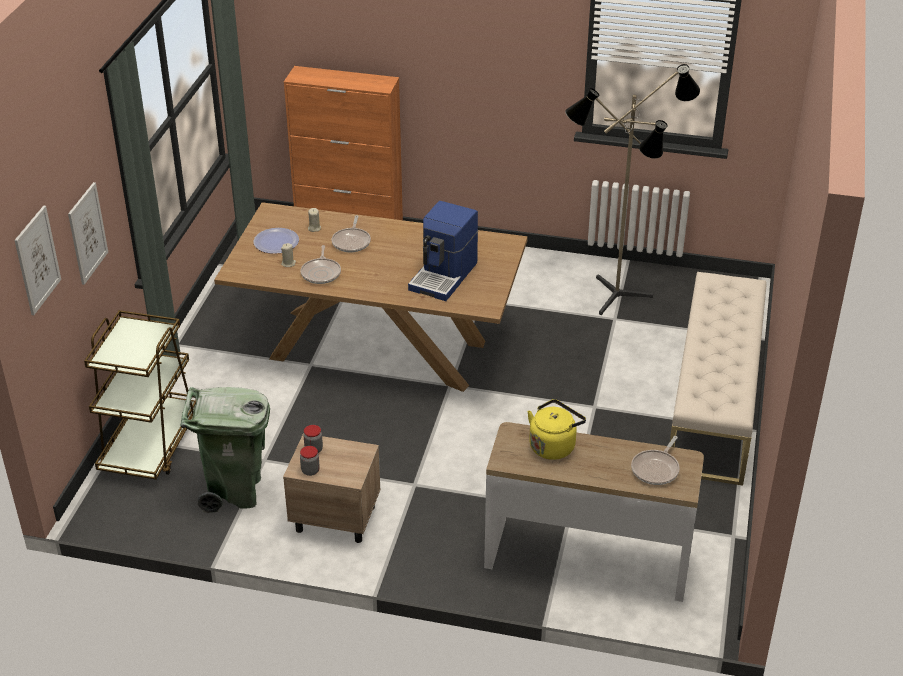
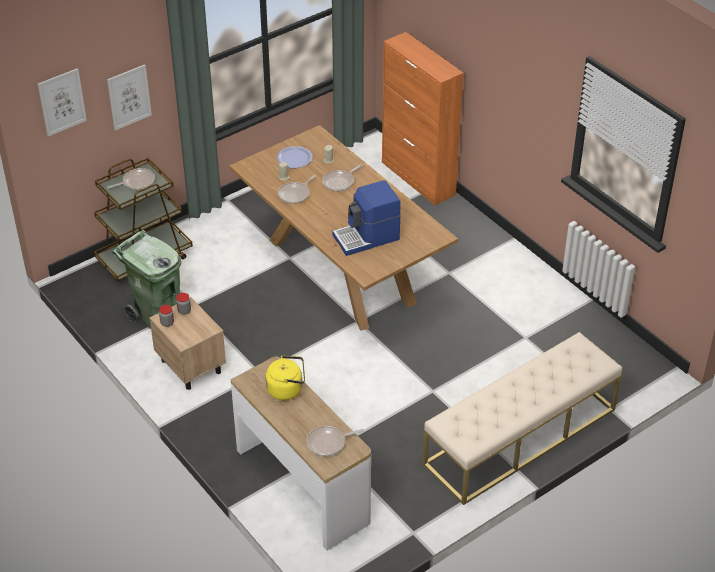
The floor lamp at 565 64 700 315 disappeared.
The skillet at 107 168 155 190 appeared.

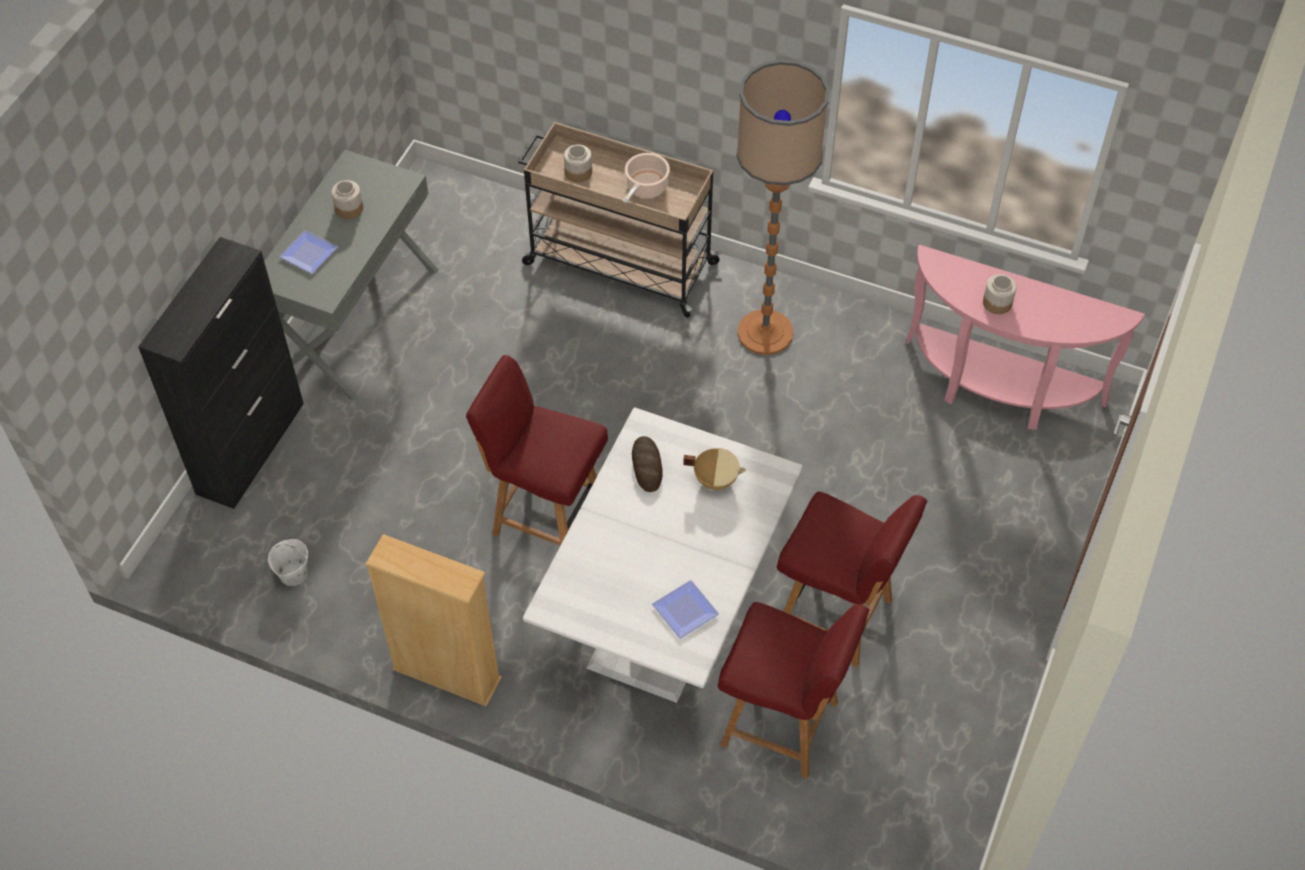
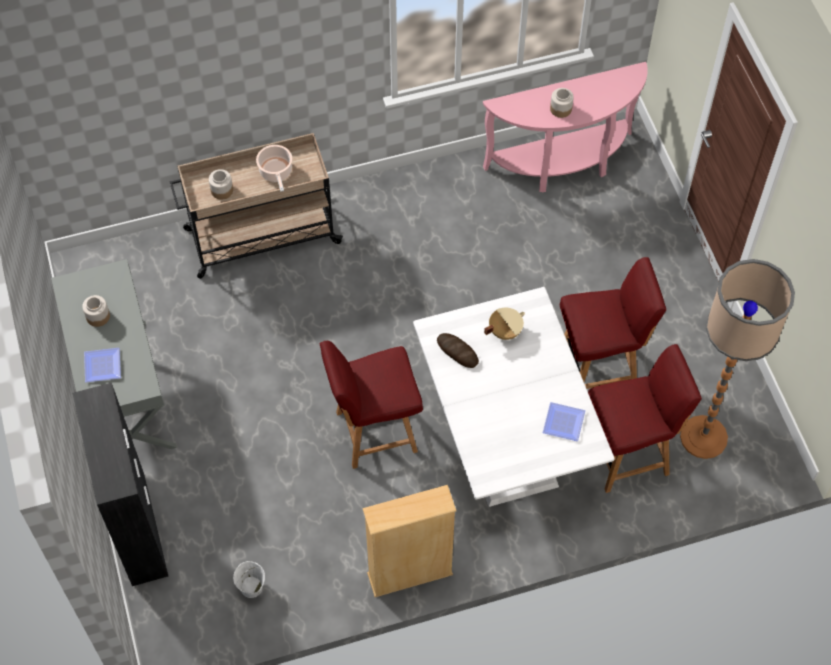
The floor lamp moved from 736 60 830 355 to 680 259 795 459.

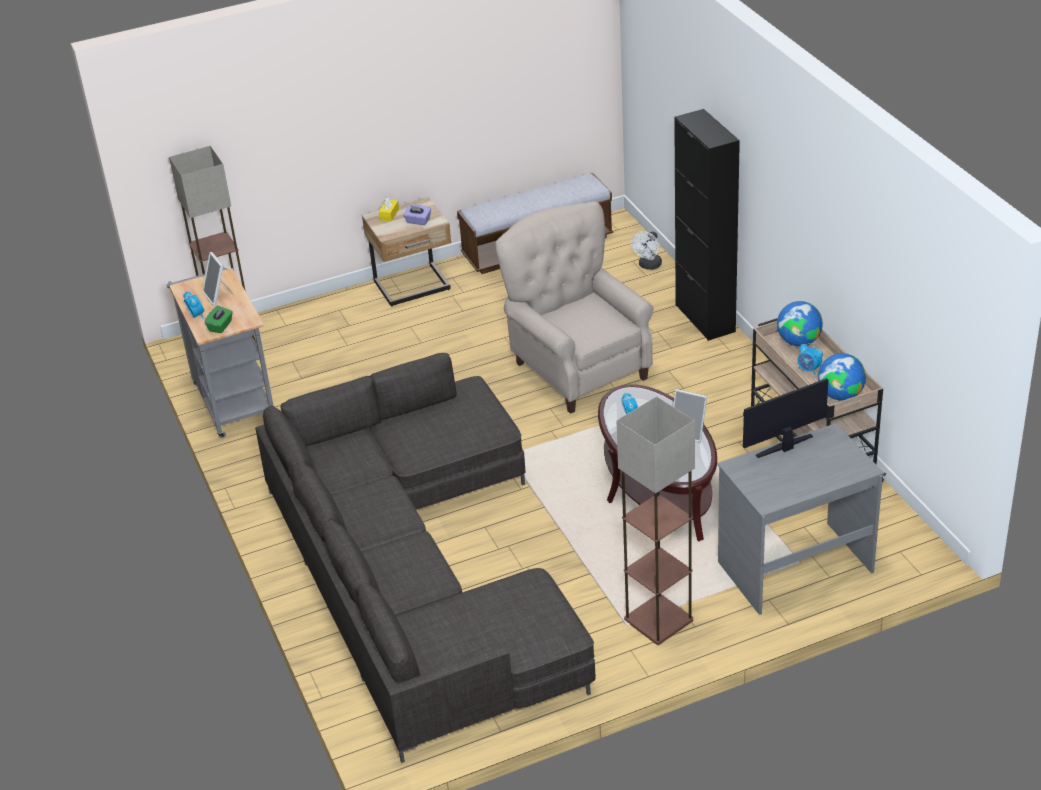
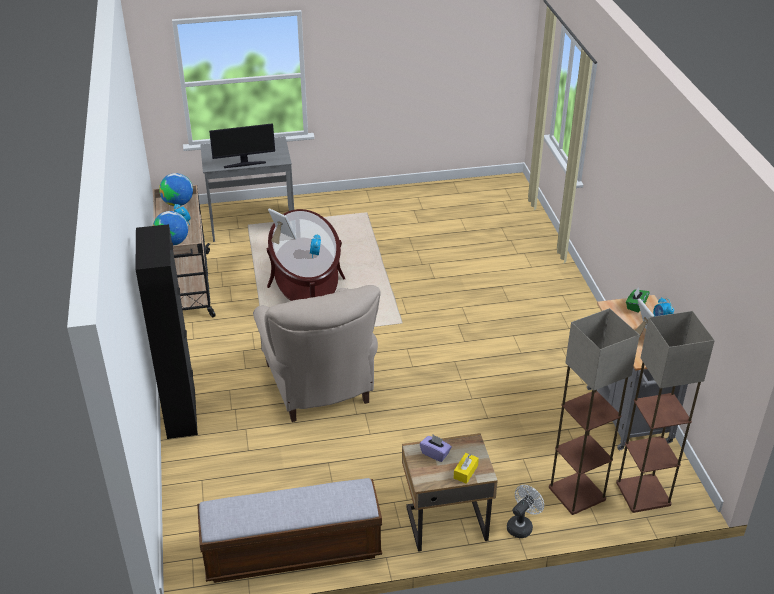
The white fan moved from 631 231 662 270 to 507 485 544 538.
The gray sofa at 255 353 596 763 disappeared.
The floor lamp moved from 617 396 695 645 to 549 308 640 515.

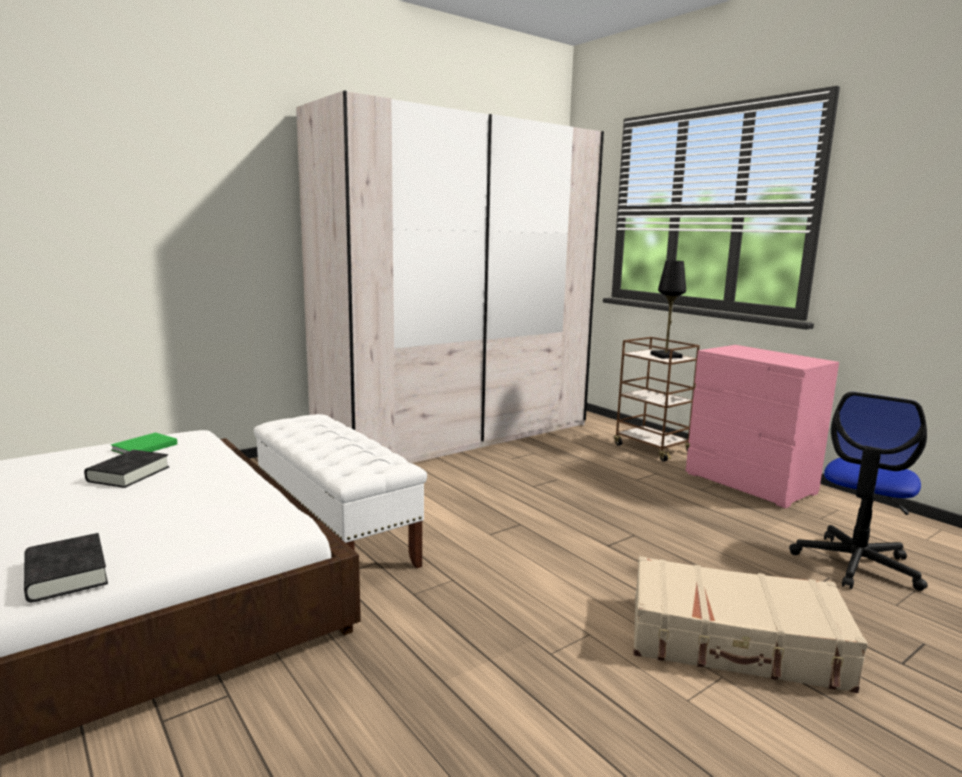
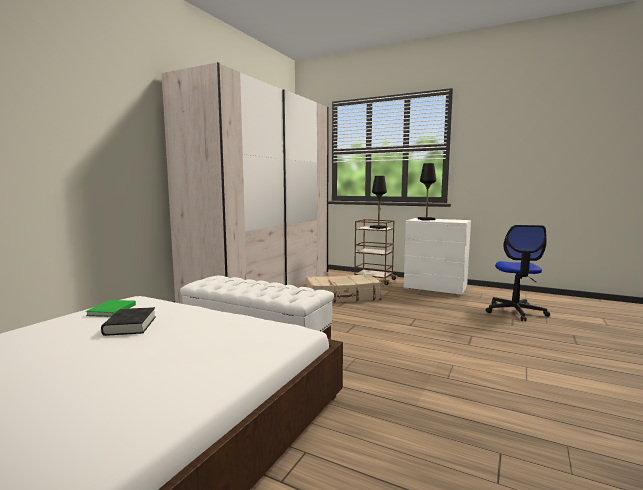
The pink-coloured dresser at 686 345 839 509 became the white dresser at 404 218 471 296.
The blackish bound book at 24 533 108 603 disappeared.
The beige piece of luggage moved from 633 556 868 693 to 306 274 382 303.
The blackish lamp for a table at 418 163 436 220 appeared.

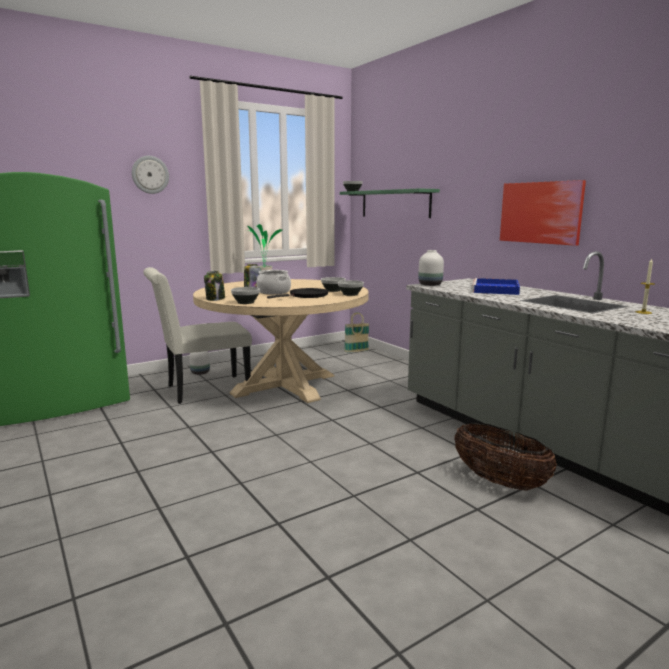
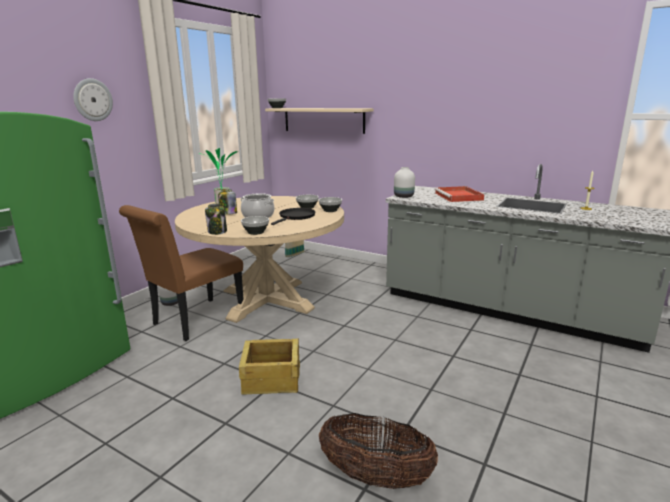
The wall art at 500 180 586 246 disappeared.
The green shelf at 340 188 440 218 became the beige shelf at 265 108 374 134.
The white plain chair at 143 267 252 404 became the brown-coloured plain chair at 119 205 243 341.
The bluish carrying tray at 472 278 520 295 became the red-coloured carrying tray at 434 186 485 202.
The storage basket moved from 454 423 557 491 to 319 413 438 489.
The shipping crate at 239 338 300 395 appeared.

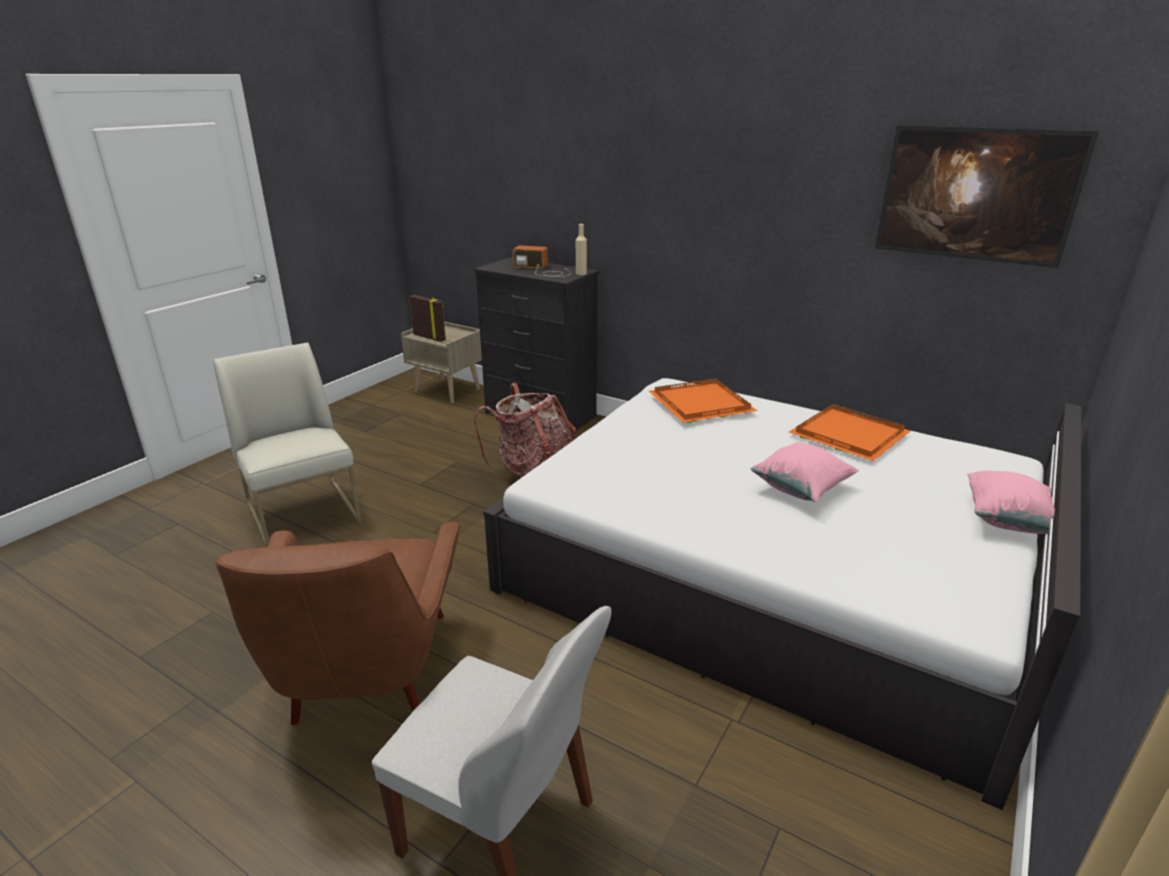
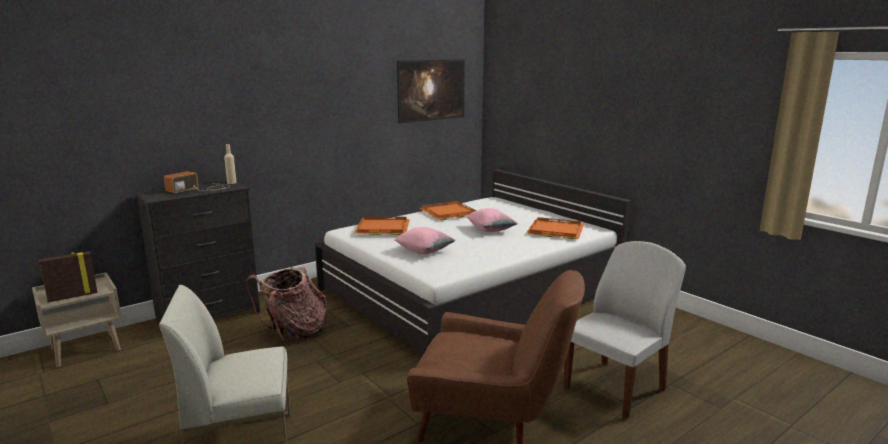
The pink-coloured throw pillow moved from 967 471 1055 534 to 394 227 456 254.
The orangey carrying tray at 526 217 584 239 appeared.

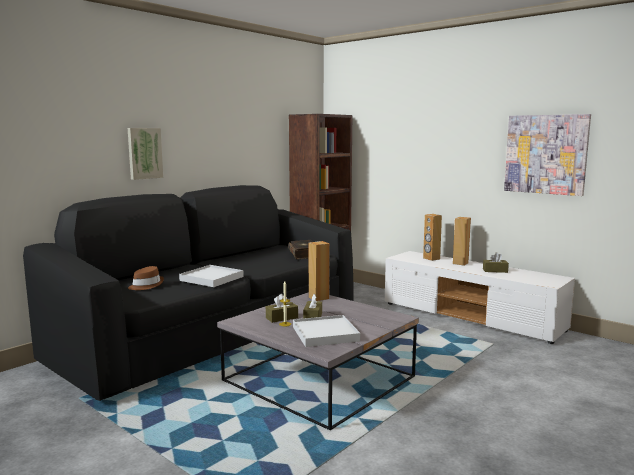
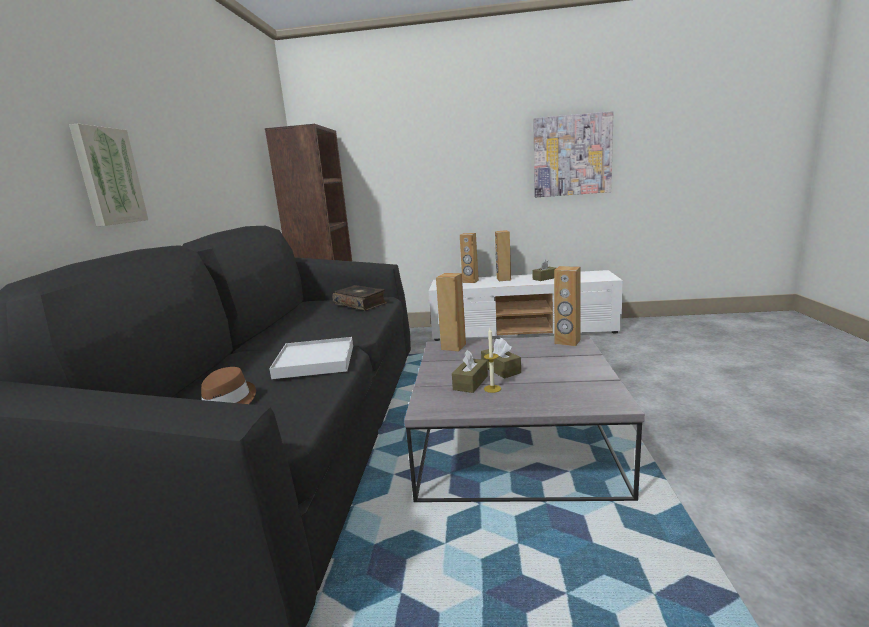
The white carrying tray at 293 315 360 347 disappeared.
The brown-coloured audio speaker at 554 266 580 346 appeared.

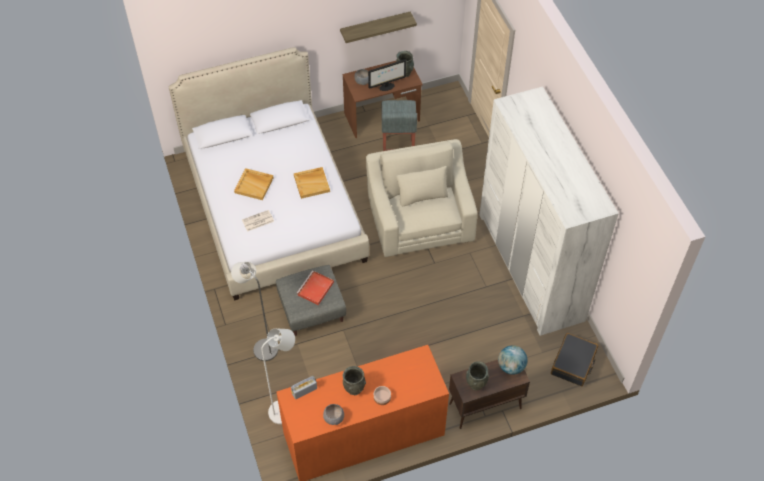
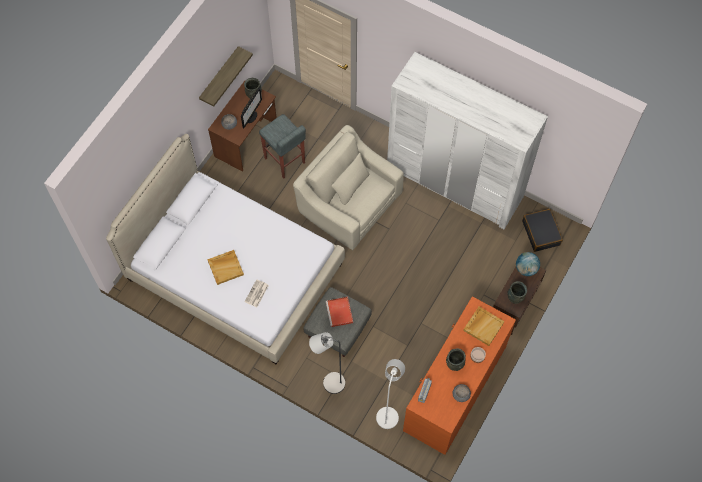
The beige carrying tray moved from 294 167 330 199 to 463 306 504 346.

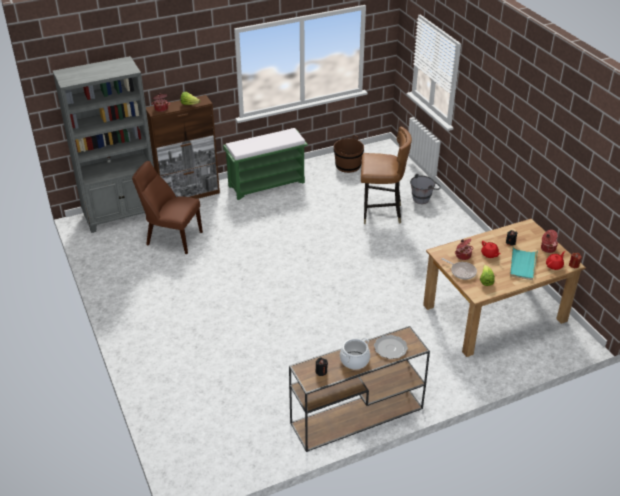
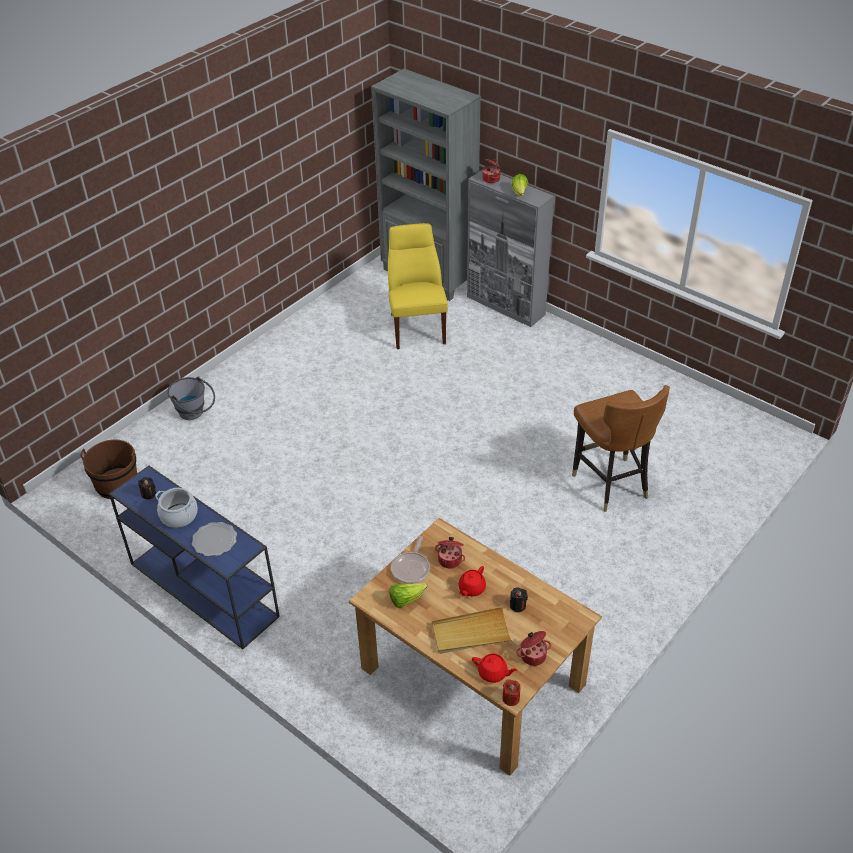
The brown-coloured storage cabinet at 146 95 220 199 became the gray storage cabinet at 467 170 554 327.
The green bench at 223 128 308 200 disappeared.
The brown-coloured water bucket moved from 334 135 364 173 to 80 439 137 499.
The brown-coloured plain chair at 132 161 203 254 became the yellowish plain chair at 388 223 448 349.
The gray water bucket moved from 410 174 441 204 to 167 376 215 420.
The blue-green carrying tray at 510 247 538 280 became the beige carrying tray at 432 607 512 654.
The brown-coloured console table at 289 326 430 452 became the bluish console table at 109 466 280 649.

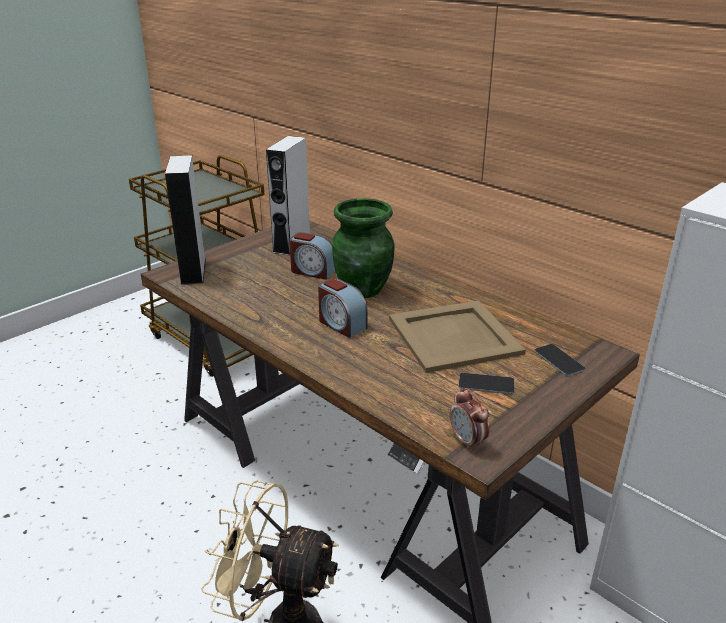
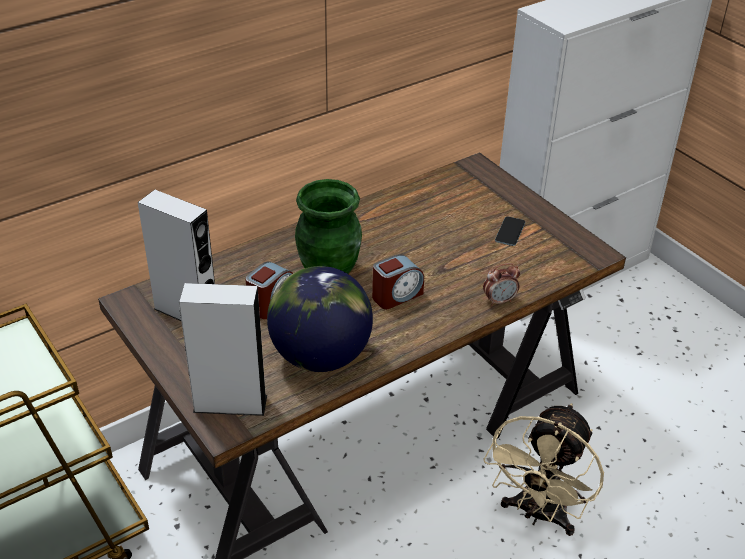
The beige carrying tray at 389 300 526 373 disappeared.
The telephone at 535 344 585 376 disappeared.
The alarm clock moved from 450 388 490 451 to 483 263 520 306.
The globe at 267 266 373 372 appeared.

